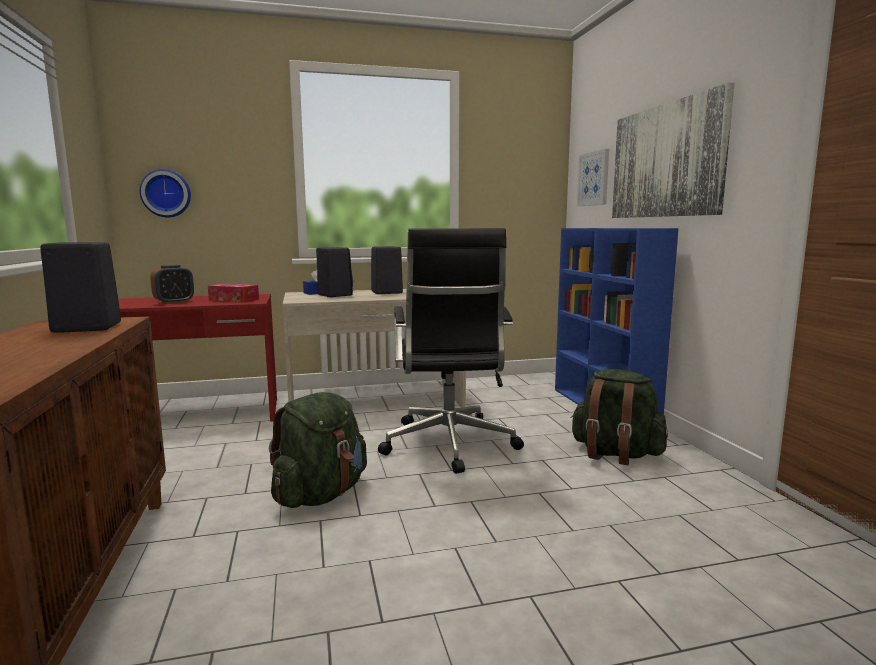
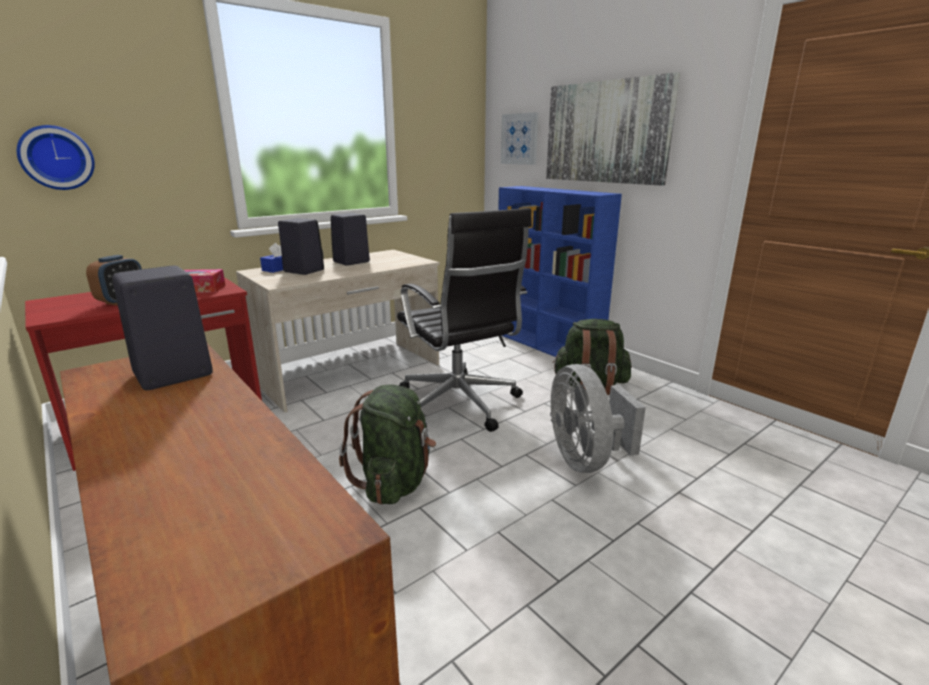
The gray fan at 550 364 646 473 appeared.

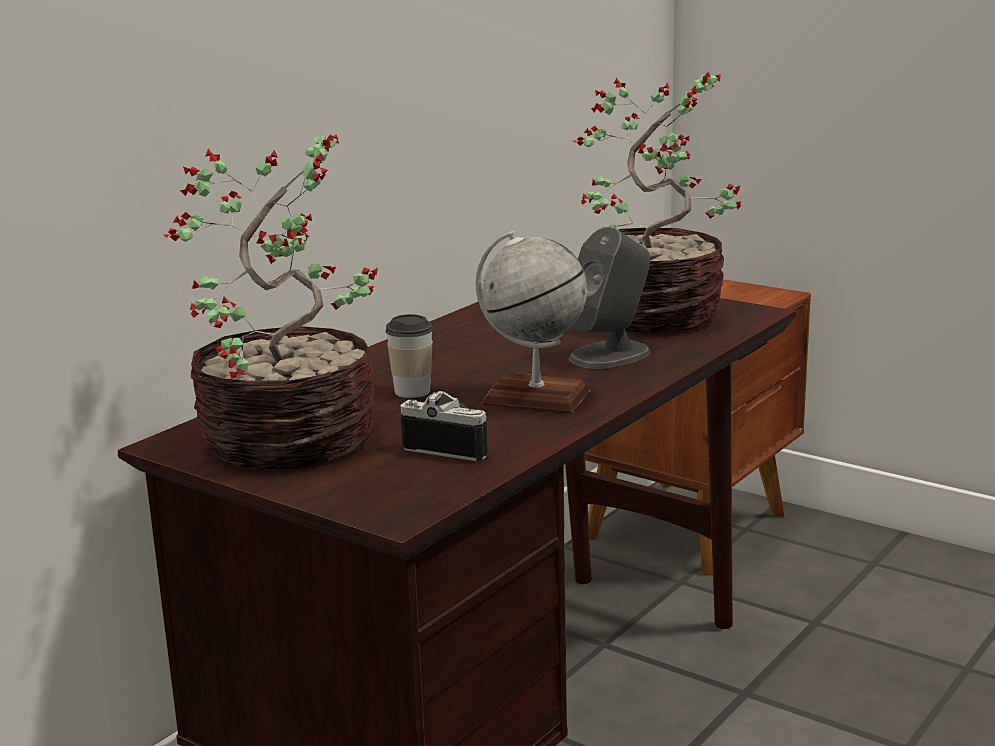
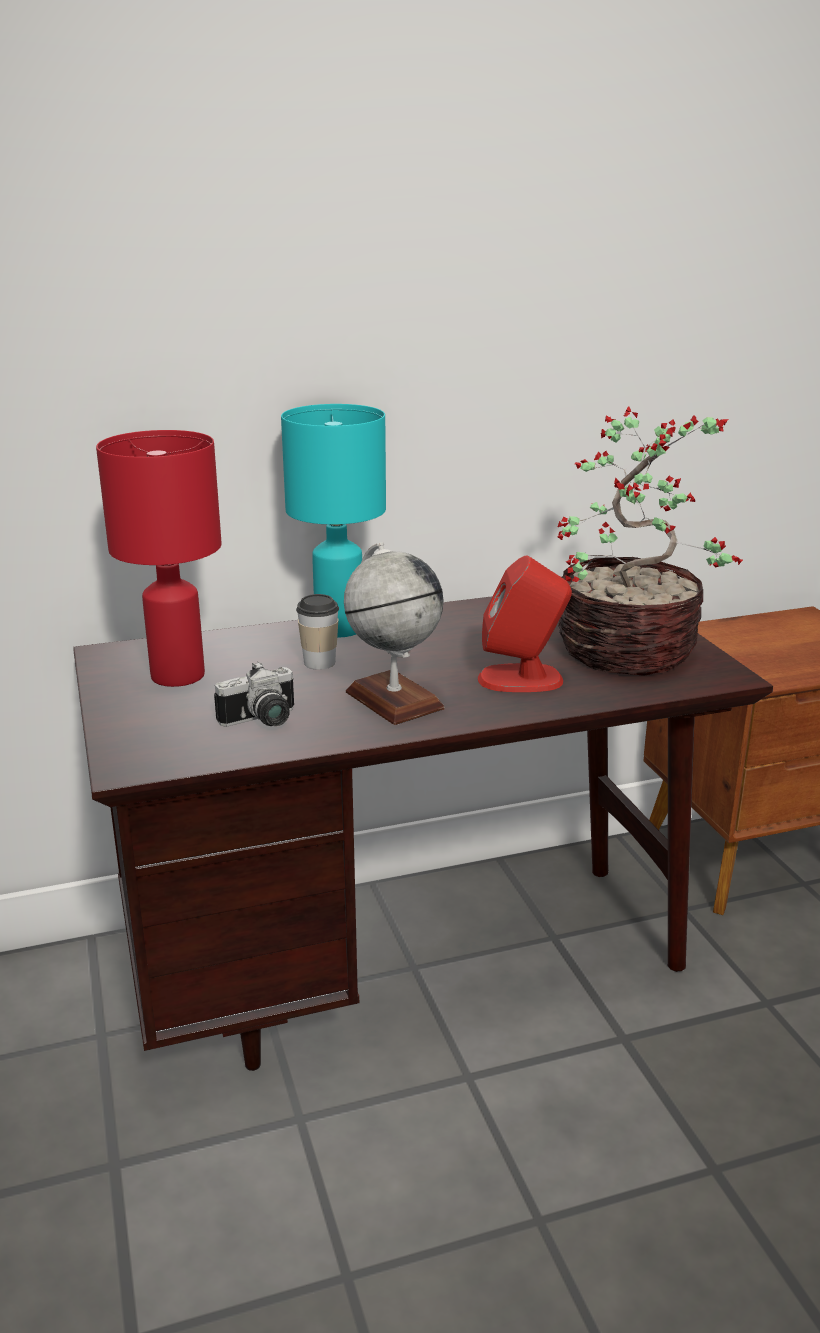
The potted plant at 163 134 378 470 was replaced by the red-coloured lamp for a table at 96 430 222 687.
The gray audio speaker at 569 227 651 369 became the red-coloured audio speaker at 478 556 572 692.
The still camera at 400 391 487 461 turned 90 degrees clockwise.
The blue-green lamp for a table at 281 404 386 637 appeared.

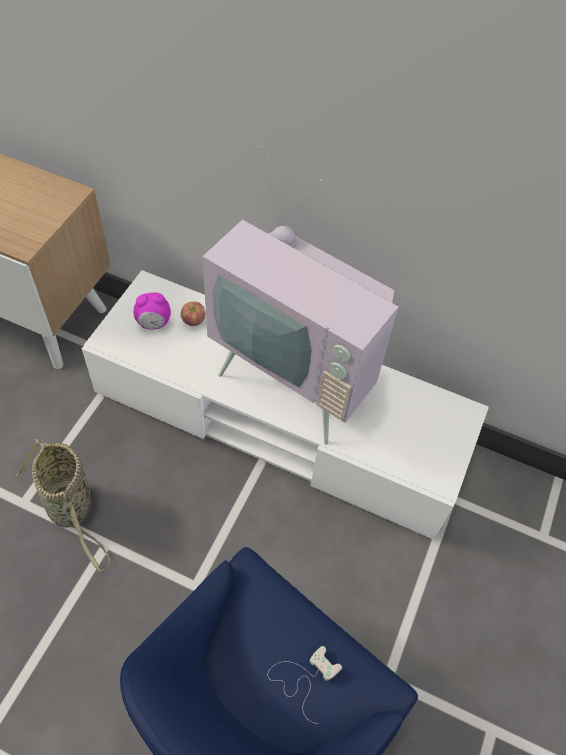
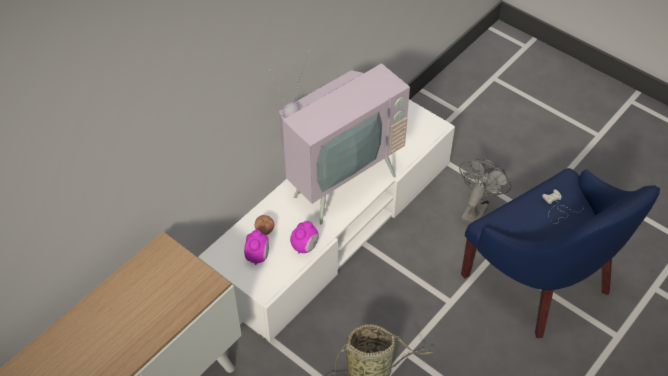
The gray fan at 459 159 511 223 appeared.
The alarm clock at 290 221 319 254 appeared.

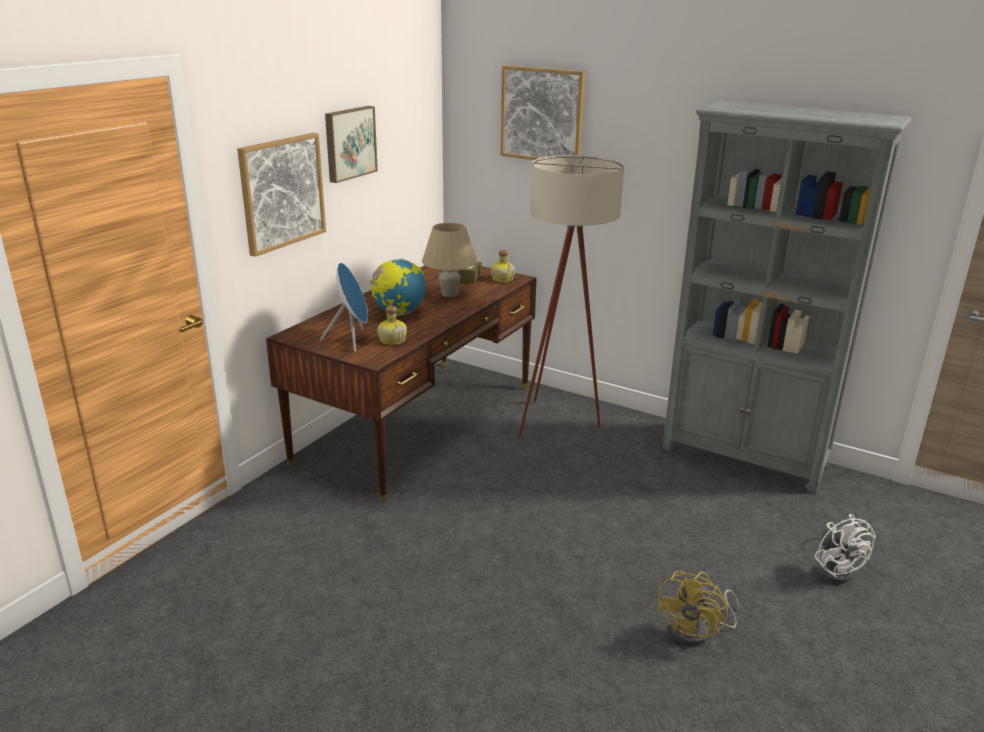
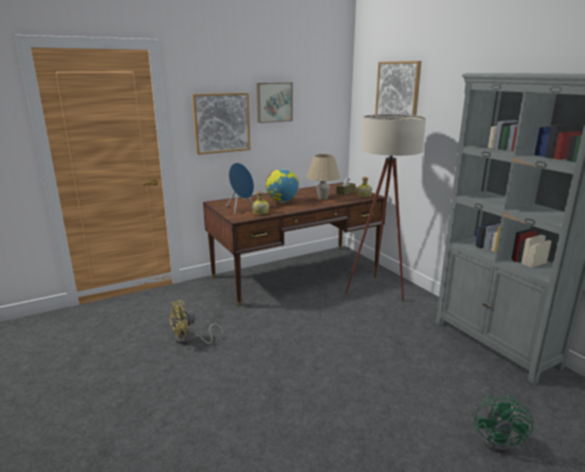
The white fan at 815 514 876 584 became the green fan at 475 395 533 453.
The yellowish fan moved from 657 571 739 646 to 168 300 223 344.

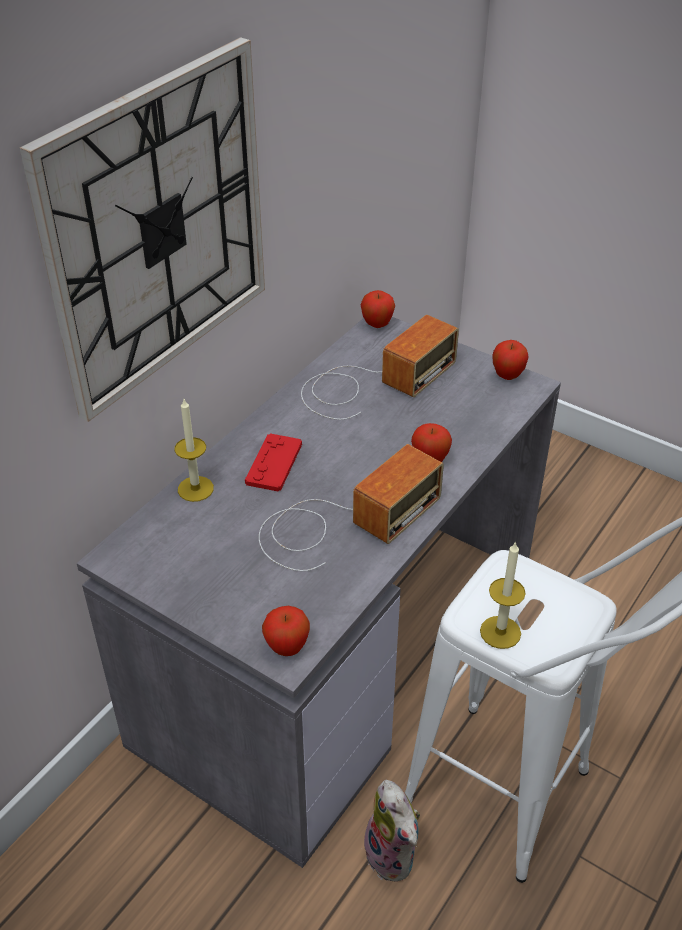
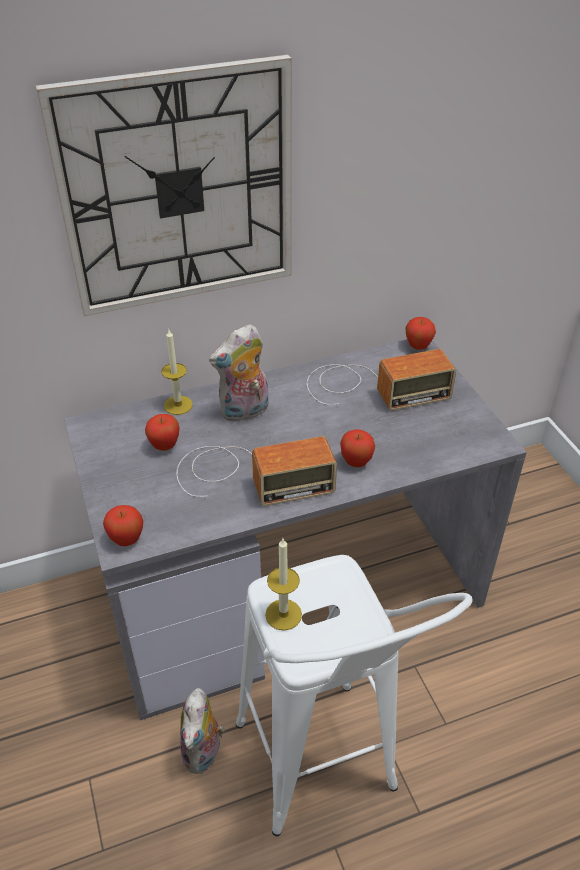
The apple moved from 492 340 528 380 to 145 414 179 451.
The red-coloured joypad at 245 433 302 492 was replaced by the cuddly toy at 209 324 269 422.

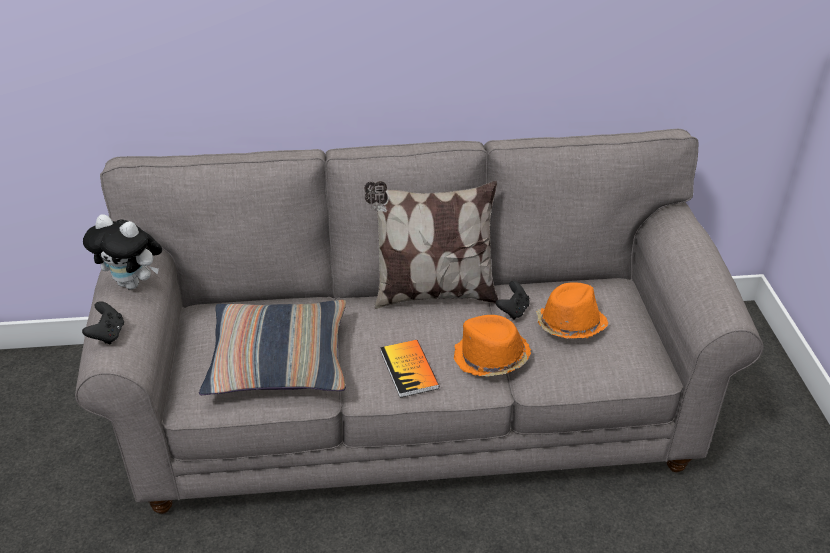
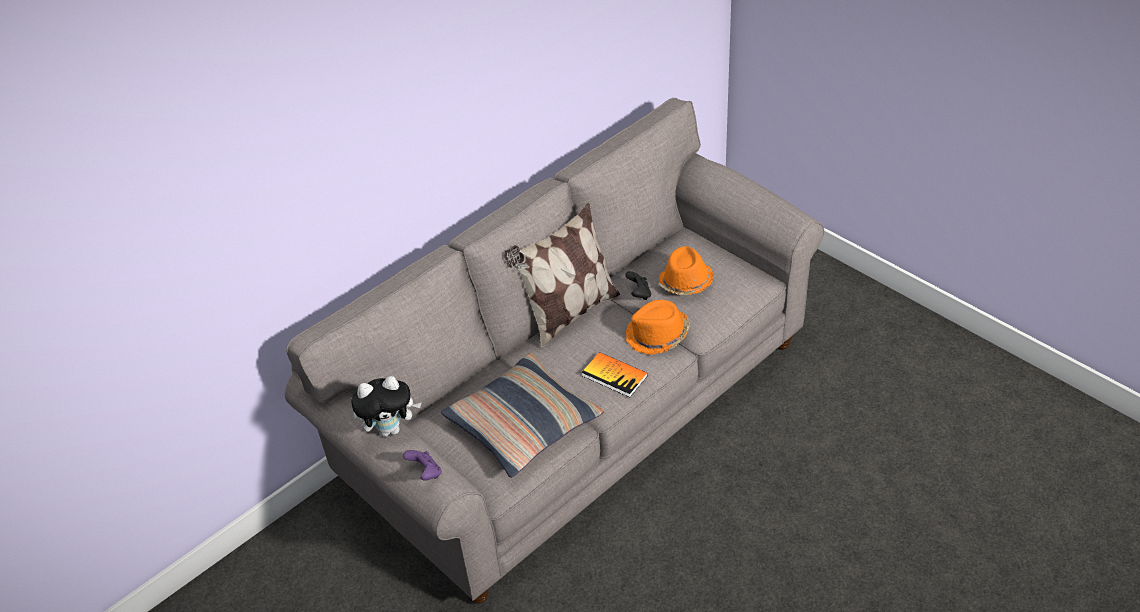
The blackish joypad at 82 301 124 344 became the purplish joypad at 403 450 442 481.

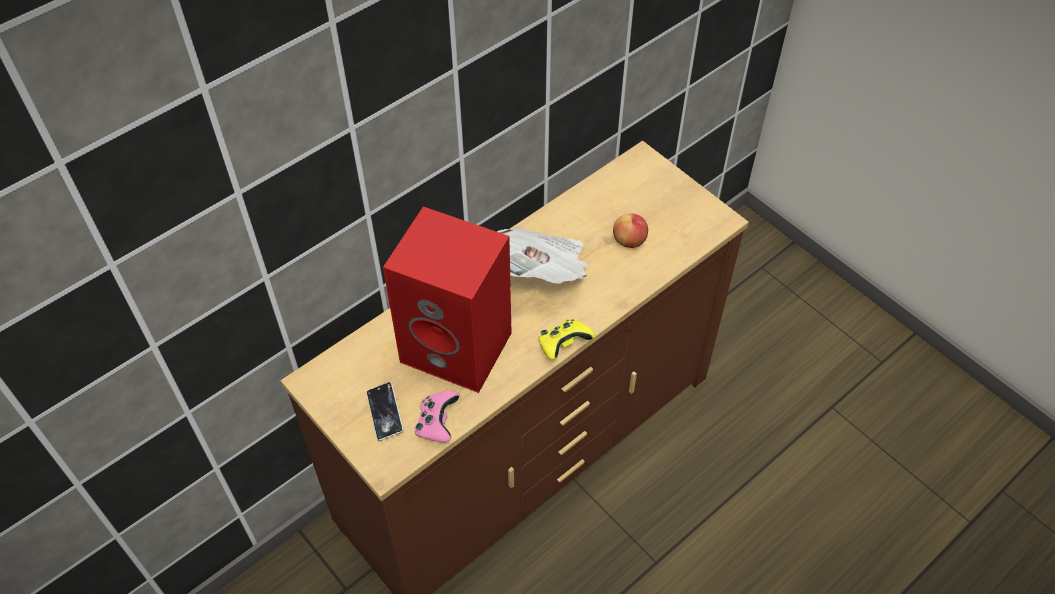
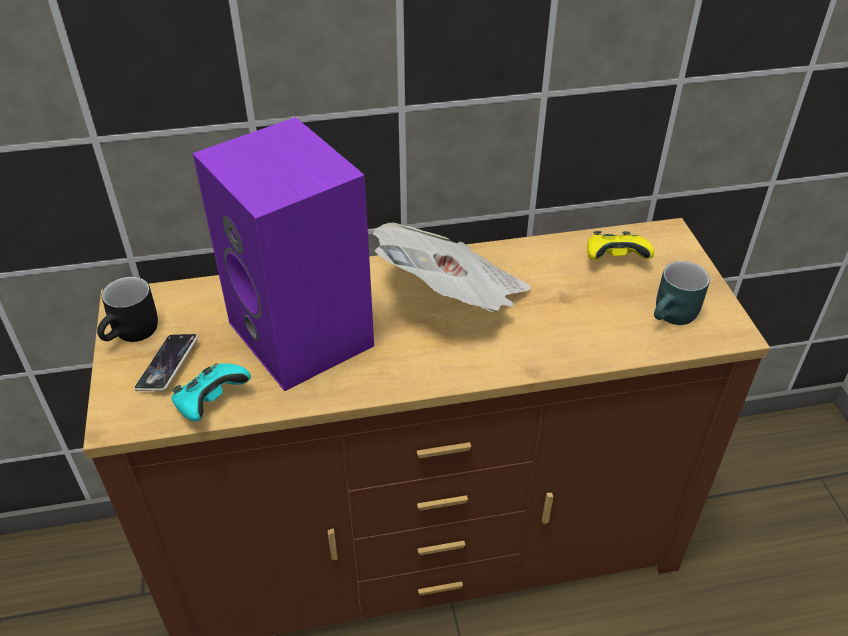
The red-coloured audio speaker at 383 207 512 393 became the purplish audio speaker at 193 117 374 391.
The apple at 613 214 648 248 disappeared.
The yellowish joypad moved from 538 319 595 360 to 587 231 654 260.
The pink-coloured joypad at 415 391 460 443 became the blue-green joypad at 172 363 251 421.
The blue-green mug at 654 261 710 325 appeared.
The blackish mug at 97 277 158 342 appeared.

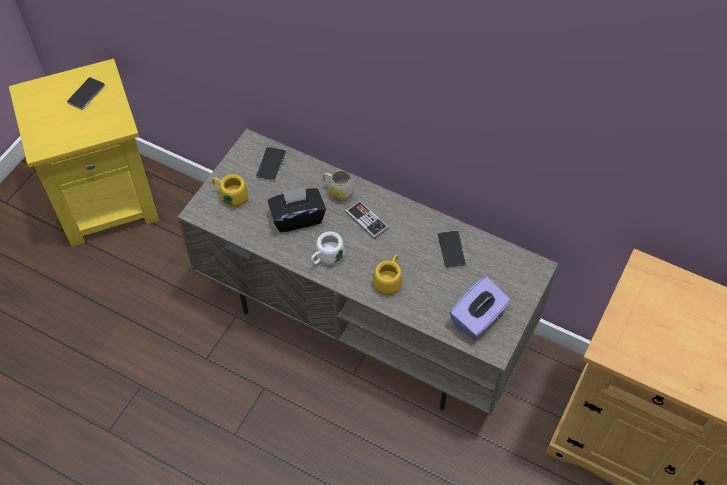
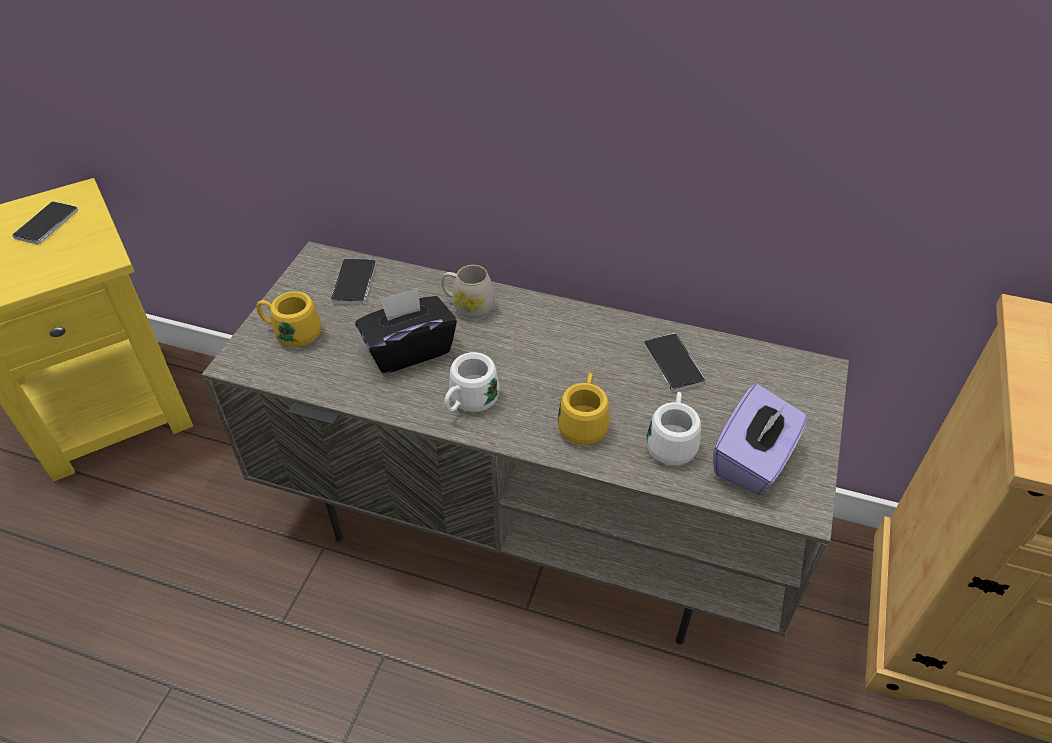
The joypad at 345 200 389 239 disappeared.
The white mug at 646 392 701 466 appeared.

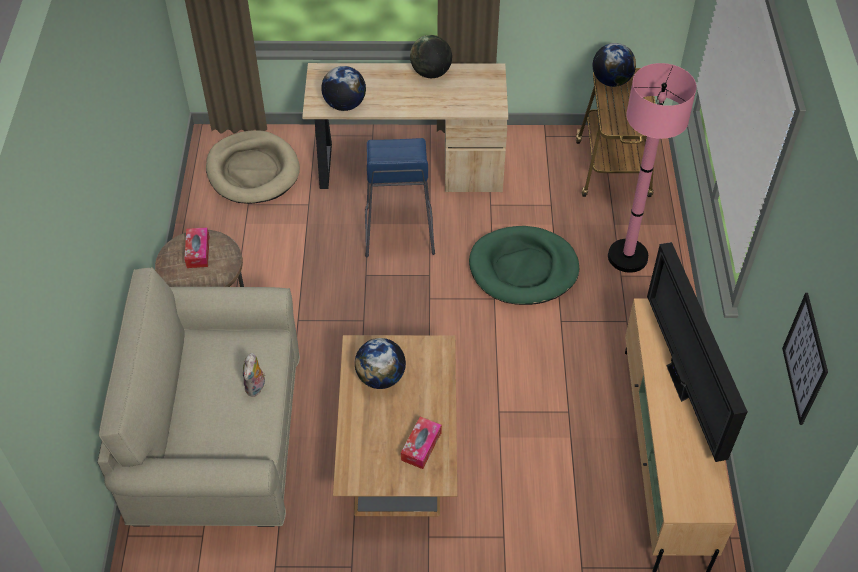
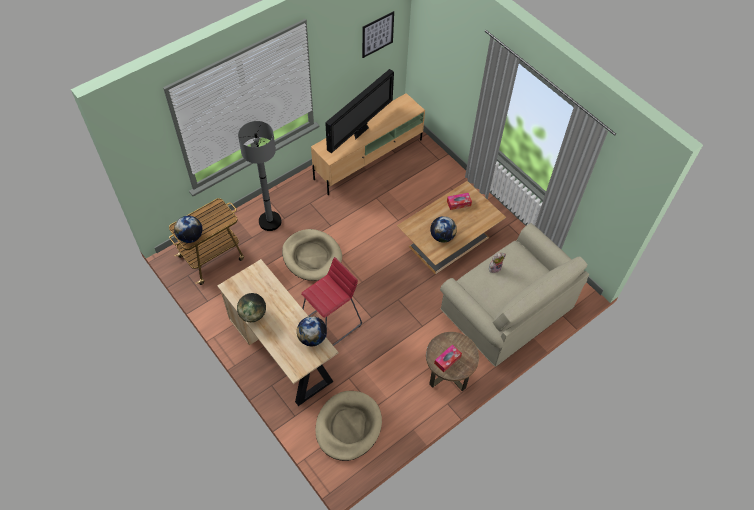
The pink-coloured floor lamp at 608 63 697 273 became the gray floor lamp at 238 121 282 231.
The bluish stool at 365 138 435 257 became the red-coloured stool at 301 257 362 346.
The green dog bed at 469 226 579 305 became the beige dog bed at 282 229 342 281.

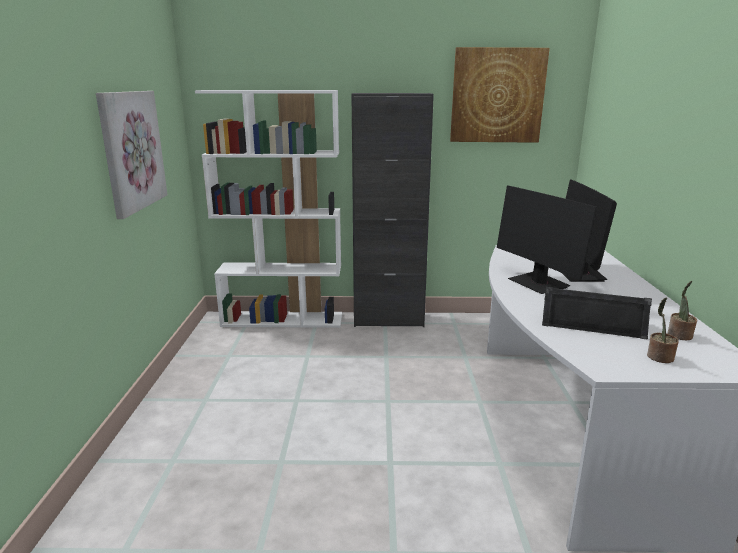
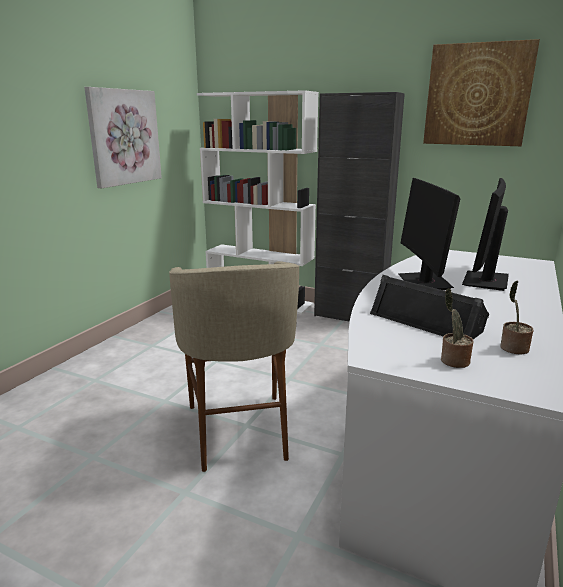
The beige stool at 169 261 300 472 appeared.

